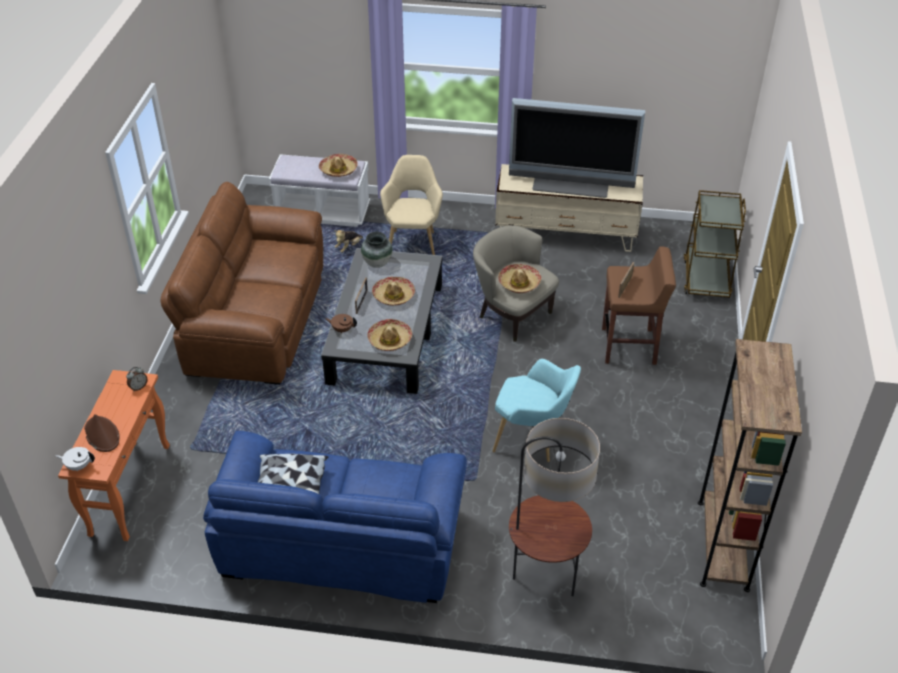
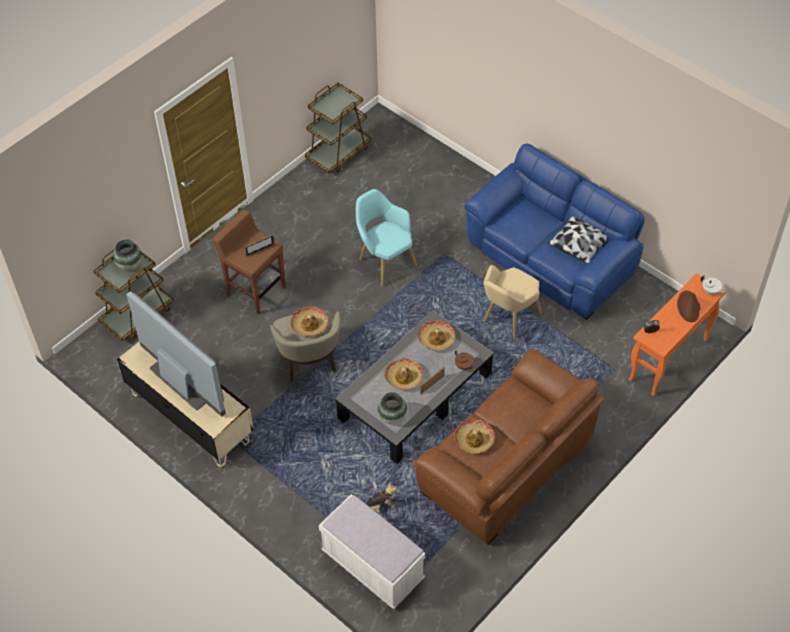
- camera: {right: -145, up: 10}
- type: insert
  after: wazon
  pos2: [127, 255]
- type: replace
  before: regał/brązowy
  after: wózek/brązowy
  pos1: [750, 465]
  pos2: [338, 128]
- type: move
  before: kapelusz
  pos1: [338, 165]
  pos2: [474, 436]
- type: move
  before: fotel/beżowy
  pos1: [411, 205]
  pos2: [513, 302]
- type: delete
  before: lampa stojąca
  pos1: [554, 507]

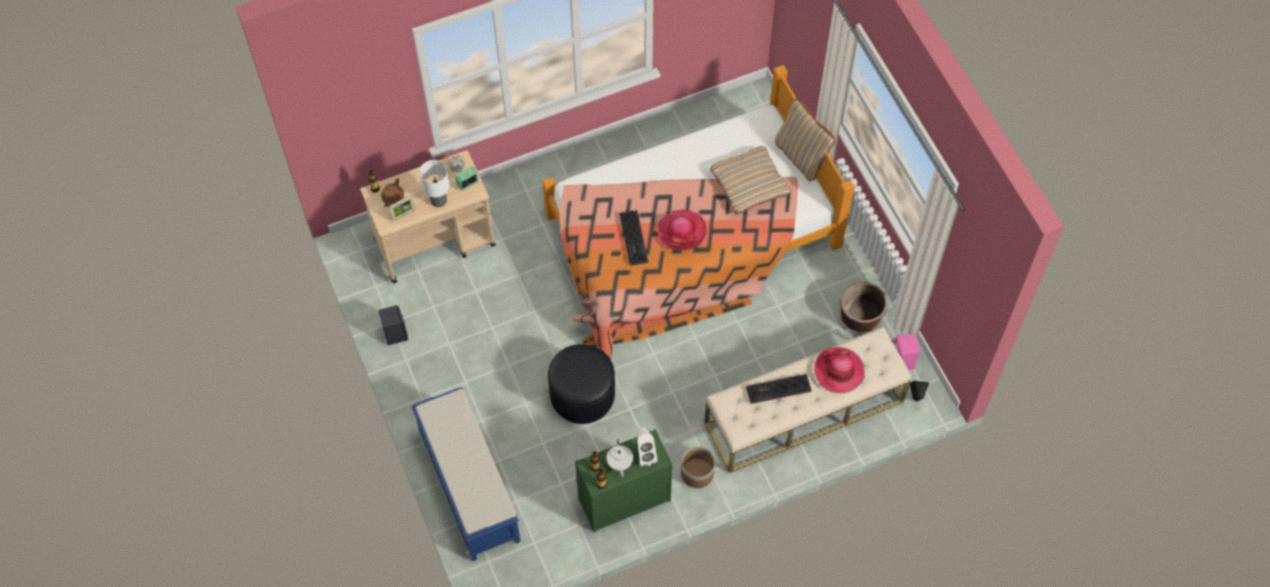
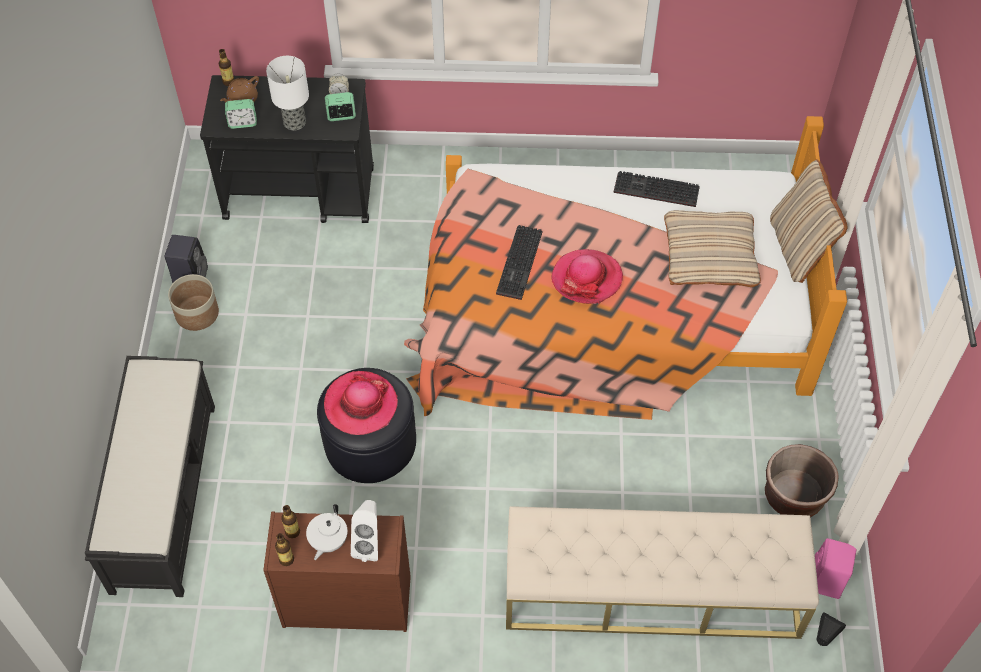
- camera: {right: 25, up: -5}
- type: recolor
  before: ławka/niebieski
  after: ławka/czarny
  pos1: [466, 474]
  pos2: [150, 476]
- type: move
  before: donica
  pos1: [698, 467]
  pos2: [193, 302]
- type: recolor
  before: wózek/beżowy
  after: wózek/czarny
  pos1: [428, 216]
  pos2: [287, 149]
- type: replace
  before: ramka na zdjęcie
  after: budzik
  pos1: [402, 208]
  pos2: [241, 114]
- type: recolor
  before: komoda/zielony
  after: komoda/brązowy
  pos1: [623, 480]
  pos2: [337, 572]
- type: move
  before: kapelusz
  pos1: [839, 370]
  pos2: [361, 403]
- type: move
  before: klawiatura
  pos1: [779, 389]
  pos2: [657, 189]

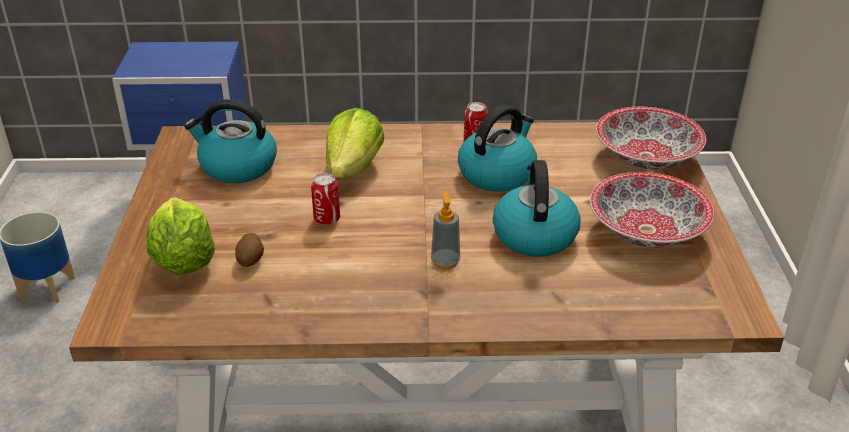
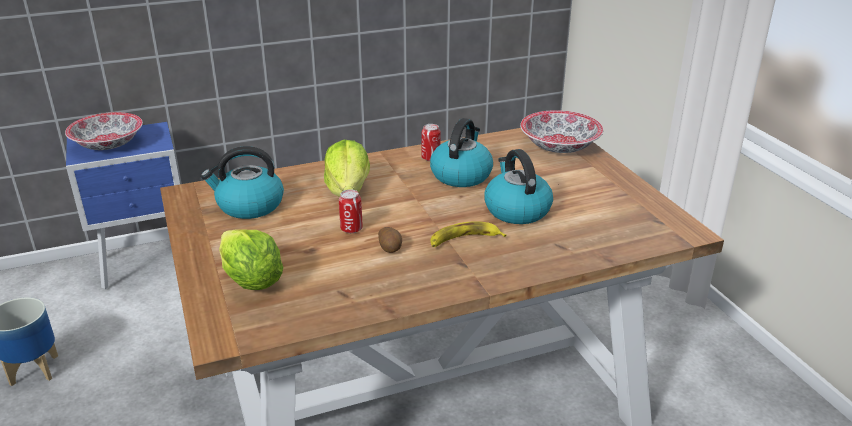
- camera: {right: -20, up: -5}
- type: move
  before: miska
  pos1: [652, 210]
  pos2: [104, 131]
- type: move
  before: ziemniak
  pos1: [249, 250]
  pos2: [390, 240]
- type: replace
  before: dozownik mydła
  after: banan
  pos1: [445, 230]
  pos2: [468, 234]

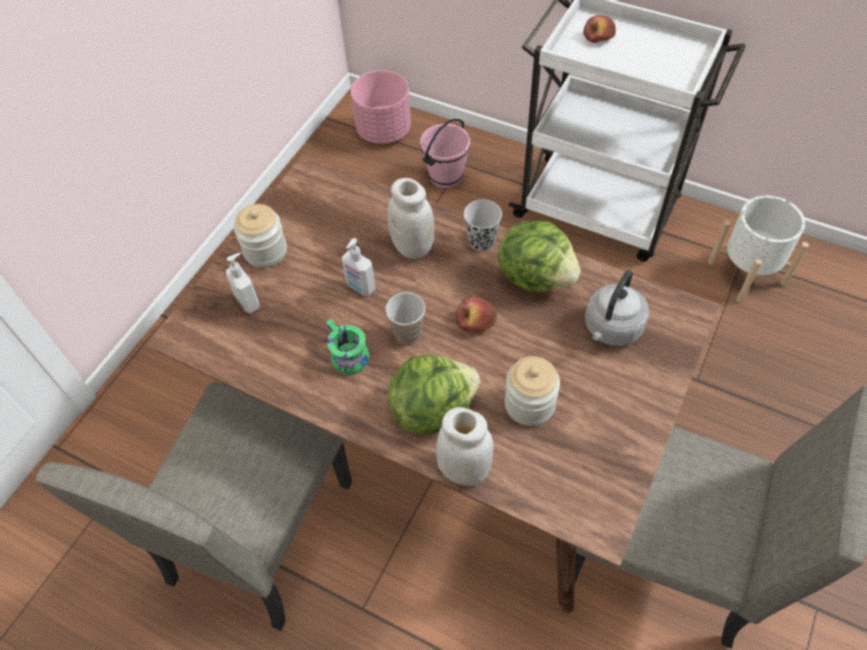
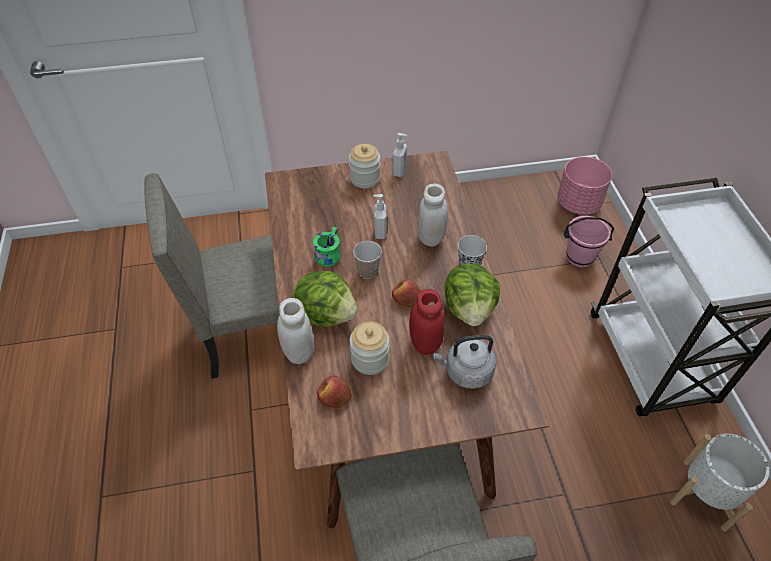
- camera: {right: 50, up: -5}
- type: move
  before: jabłko
  pos1: [599, 29]
  pos2: [334, 392]
- type: move
  before: dozownik mydła
  pos1: [243, 283]
  pos2: [400, 155]
- type: insert
  after: słoik/czerwony
  pos2: [426, 322]

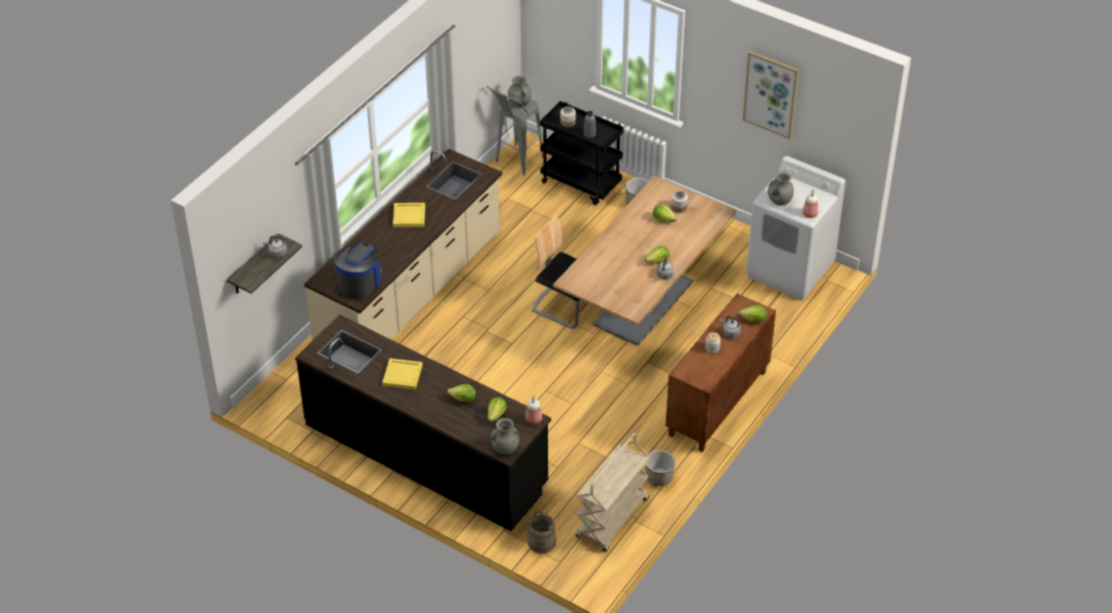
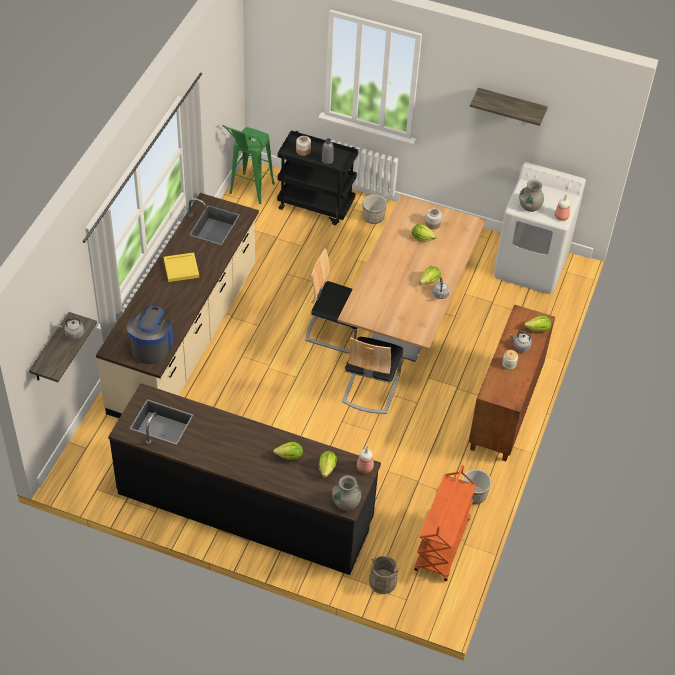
- camera: {right: -15, up: 5}
- type: recolor
  before: stołek/szary
  after: stołek/zielony
  pos1: [515, 130]
  pos2: [249, 164]
- type: insert
  after: krzesło
  pos2: [372, 375]
- type: recolor
  before: wózek/beżowy
  after: wózek/pomarańczowy
  pos1: [612, 492]
  pos2: [445, 523]
- type: replace
  before: obraz
  after: półka
  pos1: [771, 95]
  pos2: [509, 107]
- type: delete
  before: taca/żółty
  pos1: [402, 374]
- type: delete
  before: wazon/szary
  pos1: [519, 91]

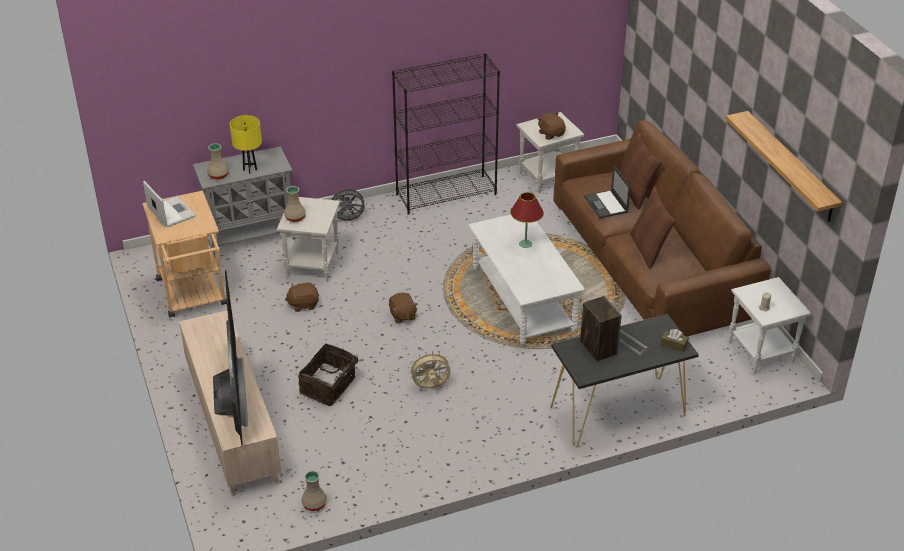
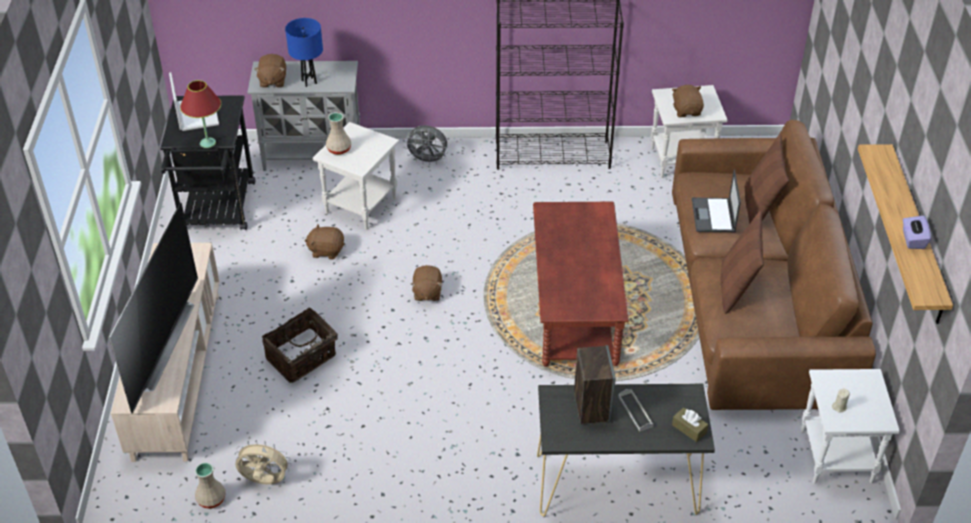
- camera: {right: 20, up: 5}
- type: recolor
  before: wózek/beżowy
  after: wózek/czarny
  pos1: [184, 254]
  pos2: [207, 162]
- type: move
  before: lampa stołowa/czerwony
  pos1: [527, 220]
  pos2: [200, 114]
- type: move
  before: wentylator/beżowy
  pos1: [429, 370]
  pos2: [263, 462]
- type: replace
  before: wazon/beżowy
  after: pluszak/brązowy
  pos1: [218, 161]
  pos2: [270, 71]
- type: recolor
  before: lampa stołowa/żółty
  after: lampa stołowa/niebieski
  pos1: [246, 144]
  pos2: [304, 52]
- type: recolor
  before: ława/biały
  after: ława/brązowy
  pos1: [526, 280]
  pos2: [581, 284]
- type: insert
  after: pudełko chusteczek/fioletowy
  pos2: [917, 232]

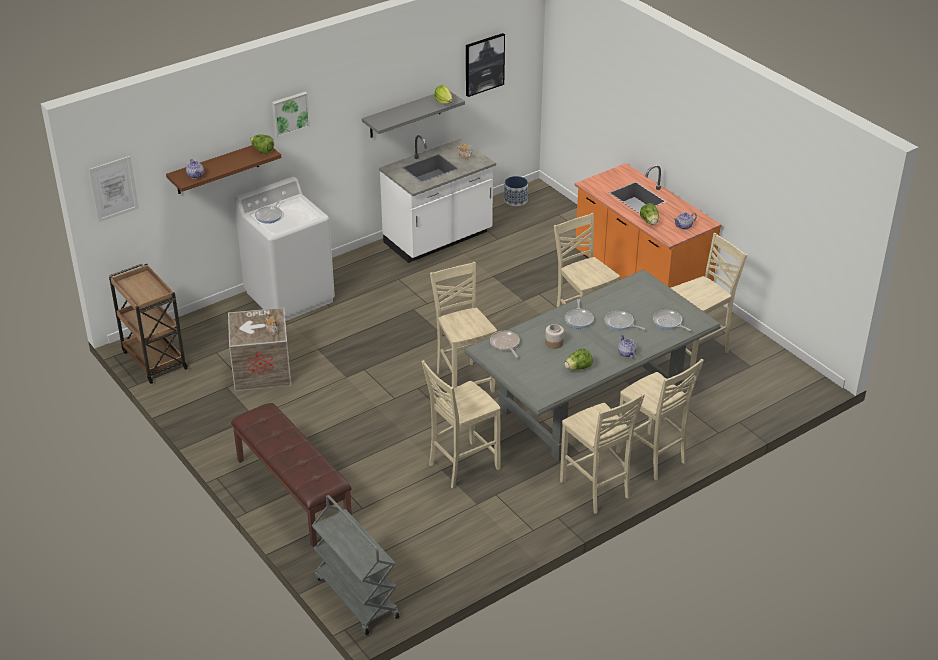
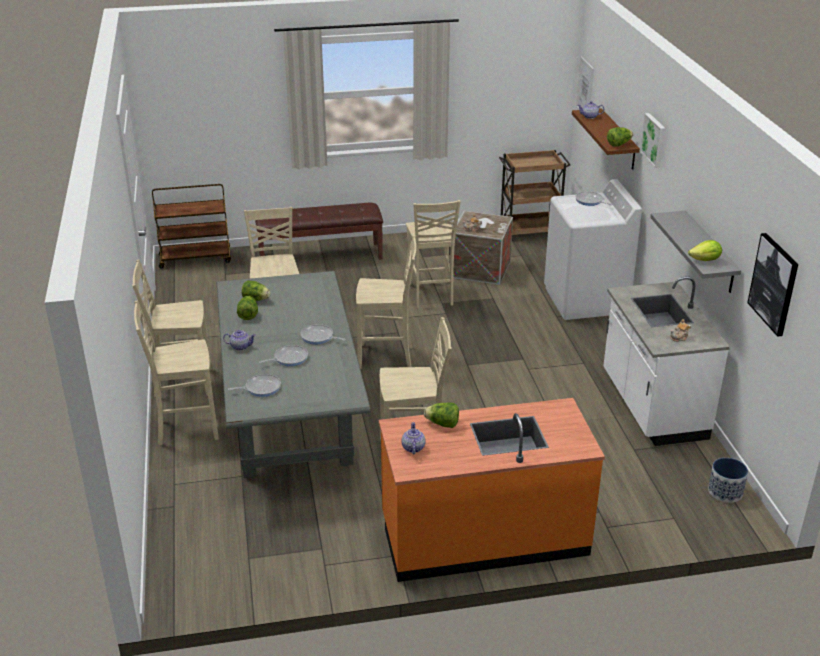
- camera: {right: 115, up: -5}
- type: recolor
  before: wózek/szary
  after: wózek/brązowy
  pos1: [356, 565]
  pos2: [191, 226]
- type: insert
  after: sałata
  pos2: [256, 290]
- type: move
  before: krzesło/beżowy
  pos1: [709, 300]
  pos2: [433, 254]
- type: delete
  before: patelnia
  pos1: [505, 344]
- type: delete
  before: słoik
  pos1: [554, 336]

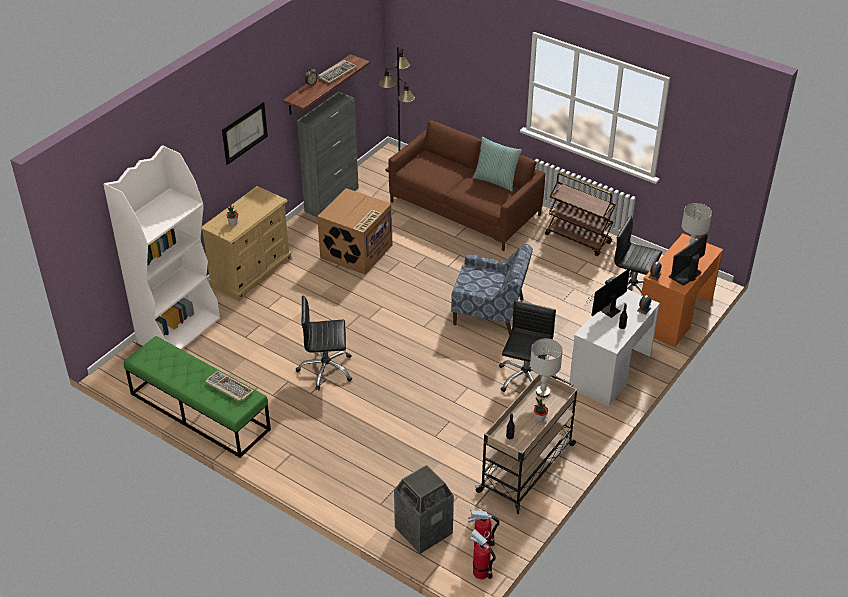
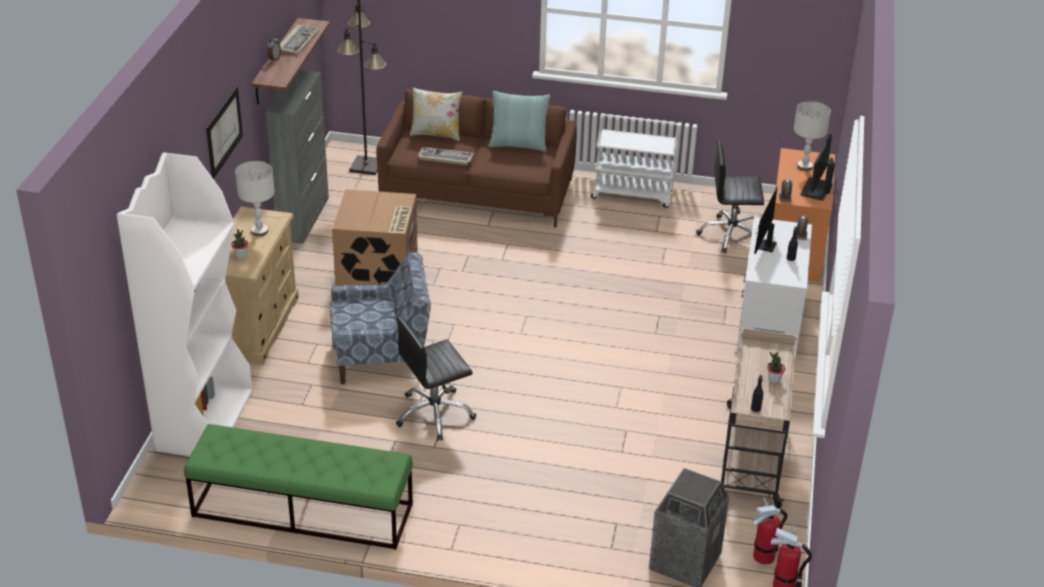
- camera: {right: -25, up: -5}
- type: move
  before: lampa stołowa/szary
  pos1: [546, 368]
  pos2: [255, 198]
- type: move
  before: fotel/niebieski
  pos1: [492, 289]
  pos2: [380, 318]
- type: insert
  after: poduszka
  pos2: [436, 114]
- type: move
  before: klawiatura
  pos1: [229, 386]
  pos2: [446, 156]
- type: recolor
  before: wózek/brązowy
  after: wózek/biały
  pos1: [580, 214]
  pos2: [634, 161]
- type: delete
  before: krzesło biurowe/czarny
  pos1: [527, 346]

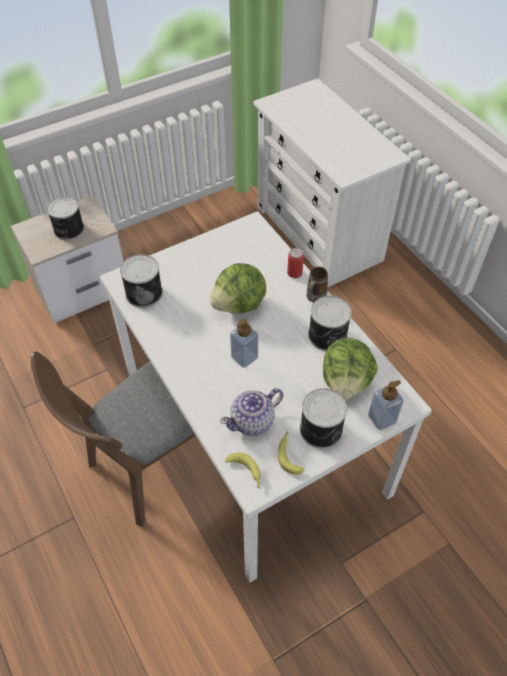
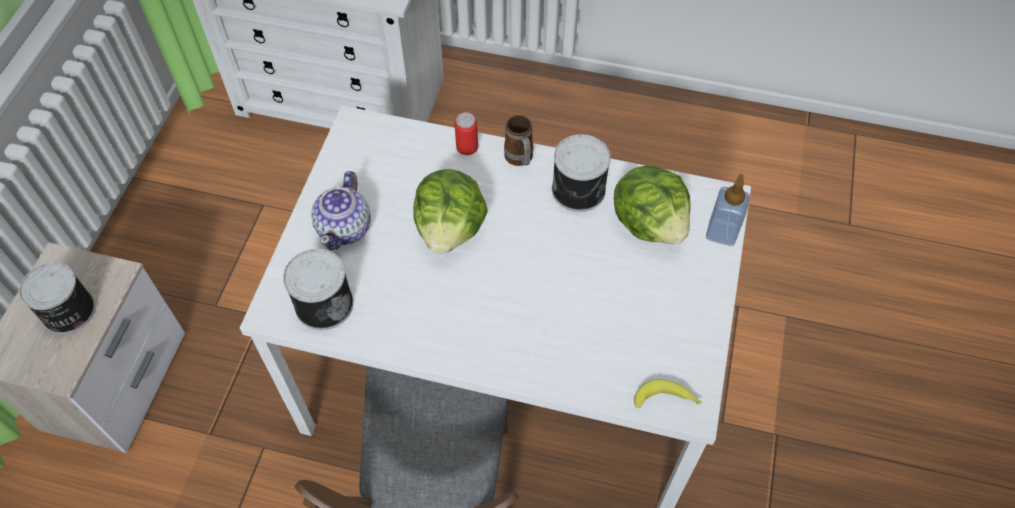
- camera: {right: -45, up: 5}
- type: move
  before: imbryk
  pos1: [251, 412]
  pos2: [341, 211]
- type: delete
  before: dozownik mydła
  pos1: [244, 343]
- type: delete
  before: banan
  pos1: [291, 453]
- type: delete
  before: puszka
  pos1: [323, 418]

